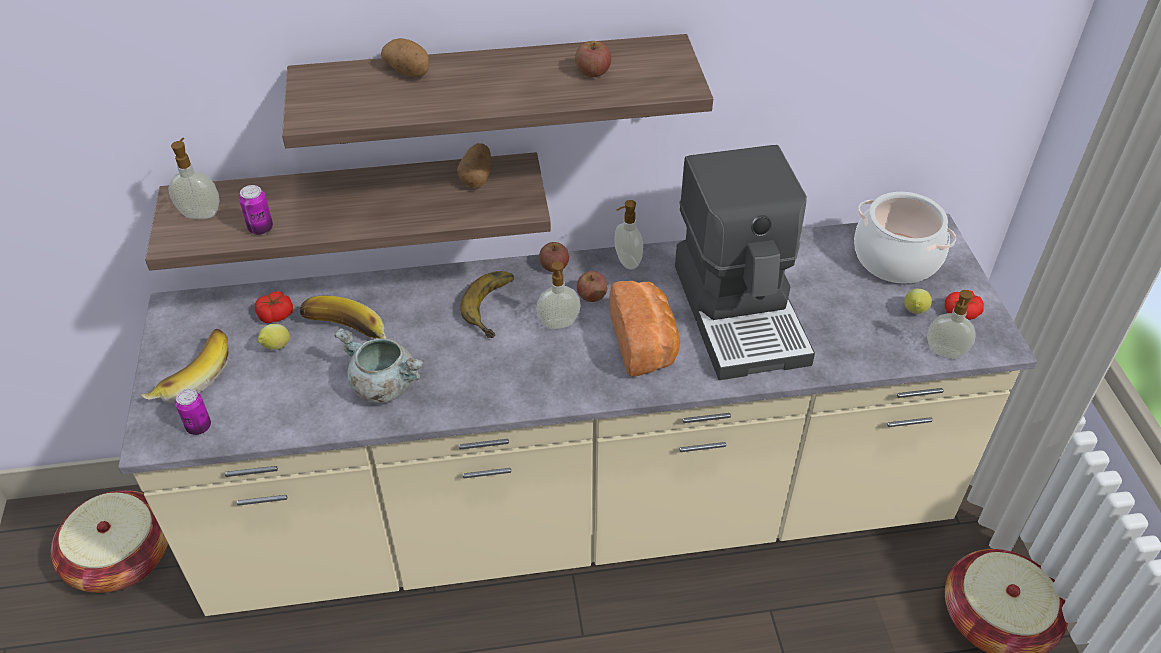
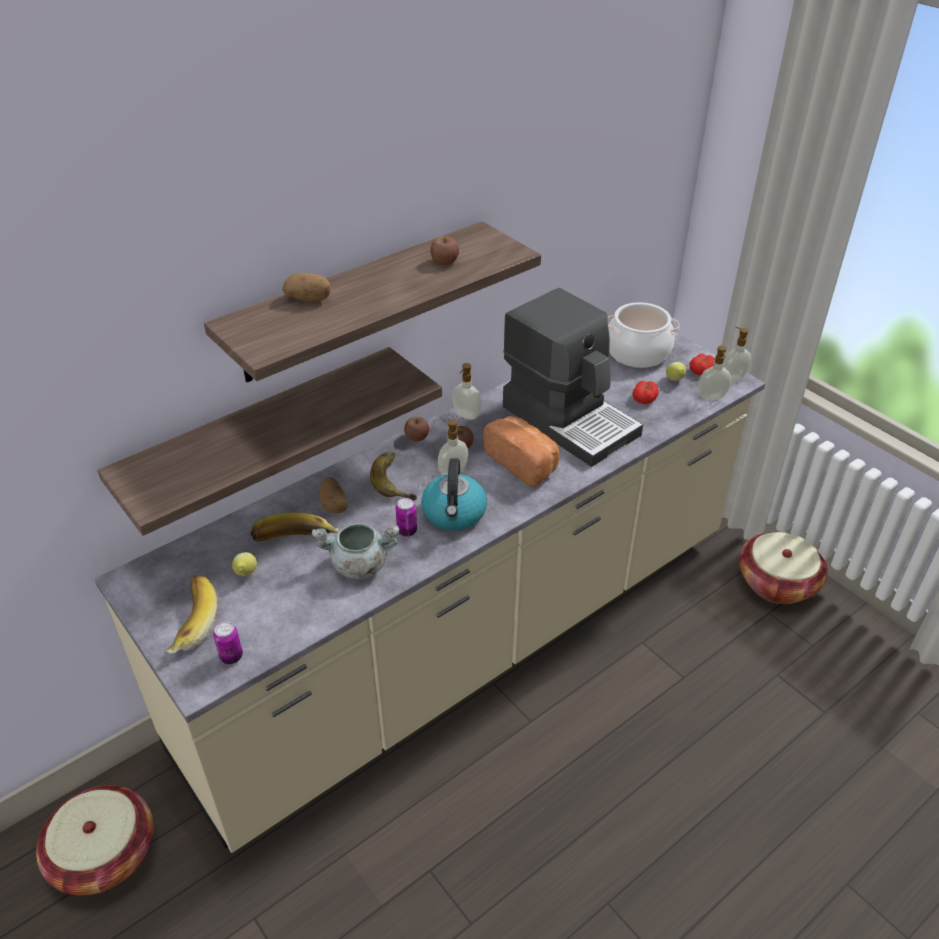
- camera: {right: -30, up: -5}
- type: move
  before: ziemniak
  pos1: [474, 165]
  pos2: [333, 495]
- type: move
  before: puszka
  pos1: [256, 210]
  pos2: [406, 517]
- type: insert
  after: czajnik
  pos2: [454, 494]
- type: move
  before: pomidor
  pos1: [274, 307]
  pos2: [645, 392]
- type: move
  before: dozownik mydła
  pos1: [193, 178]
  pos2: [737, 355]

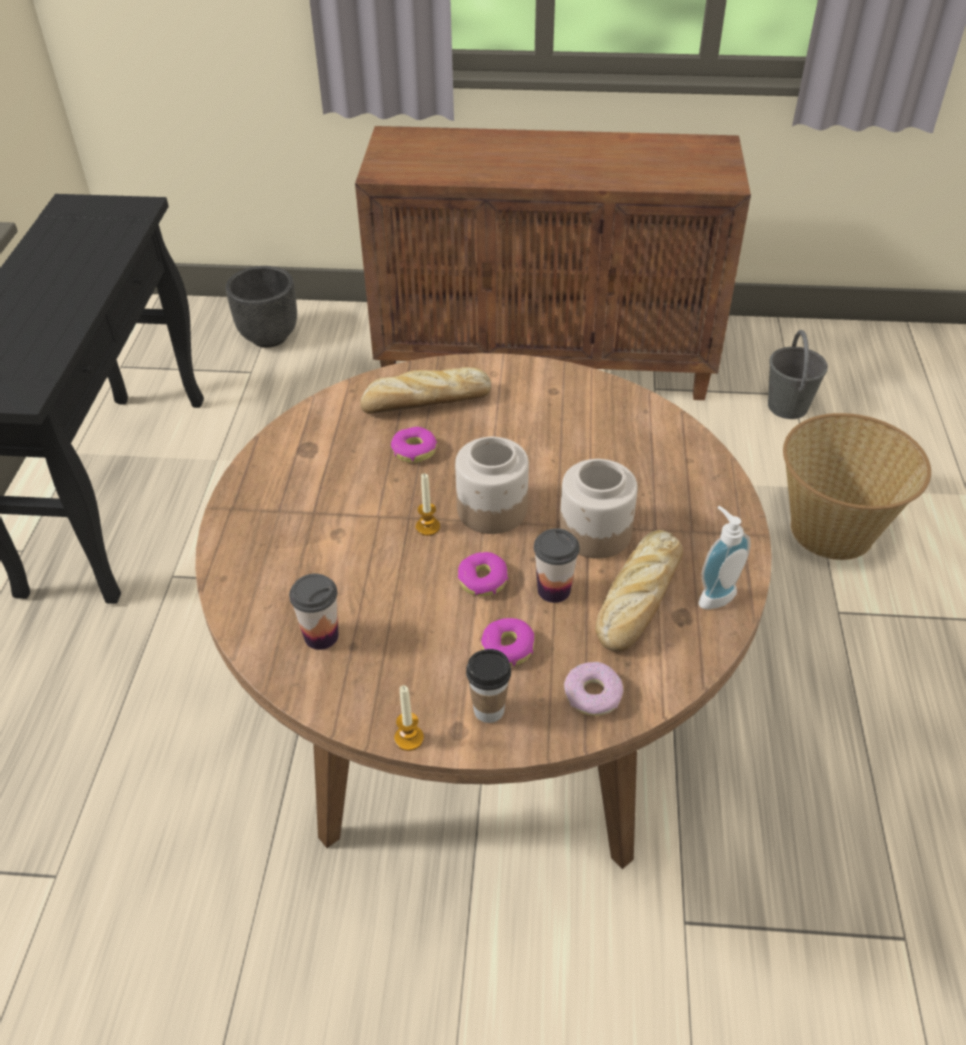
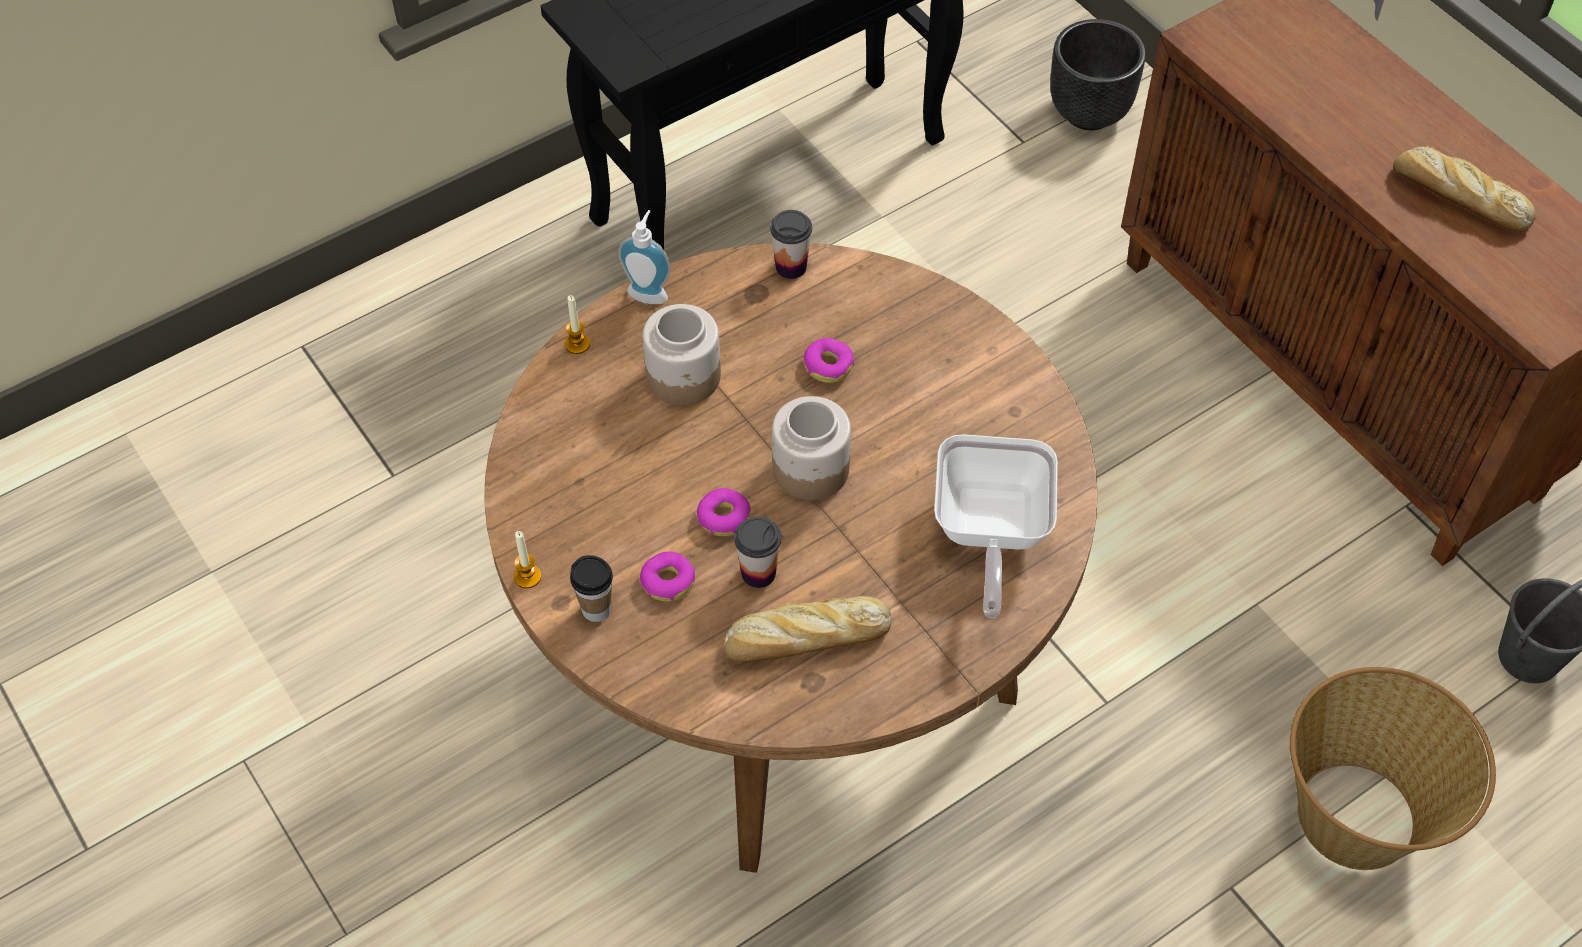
- camera: {right: 50, up: 10}
- type: move
  before: świeca
  pos1: [428, 504]
  pos2: [577, 324]
- type: move
  before: dozownik mydła
  pos1: [725, 557]
  pos2: [644, 257]
- type: move
  before: słoik
  pos1: [598, 509]
  pos2: [682, 354]
- type: move
  before: filiżanka
  pos1: [314, 612]
  pos2: [791, 244]
- type: insert
  after: patelnia
  pos2: [996, 526]
- type: move
  before: chleb
  pos1: [425, 390]
  pos2: [1464, 189]
- type: delete
  before: donut
  pos1: [594, 689]

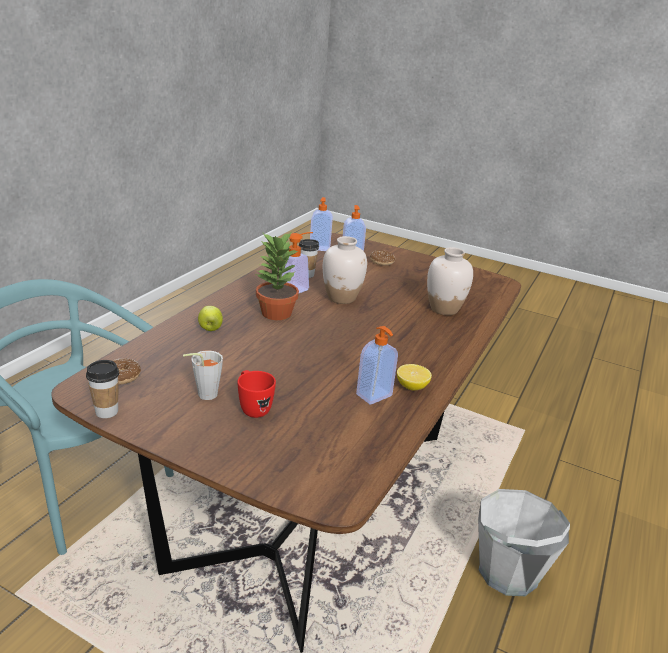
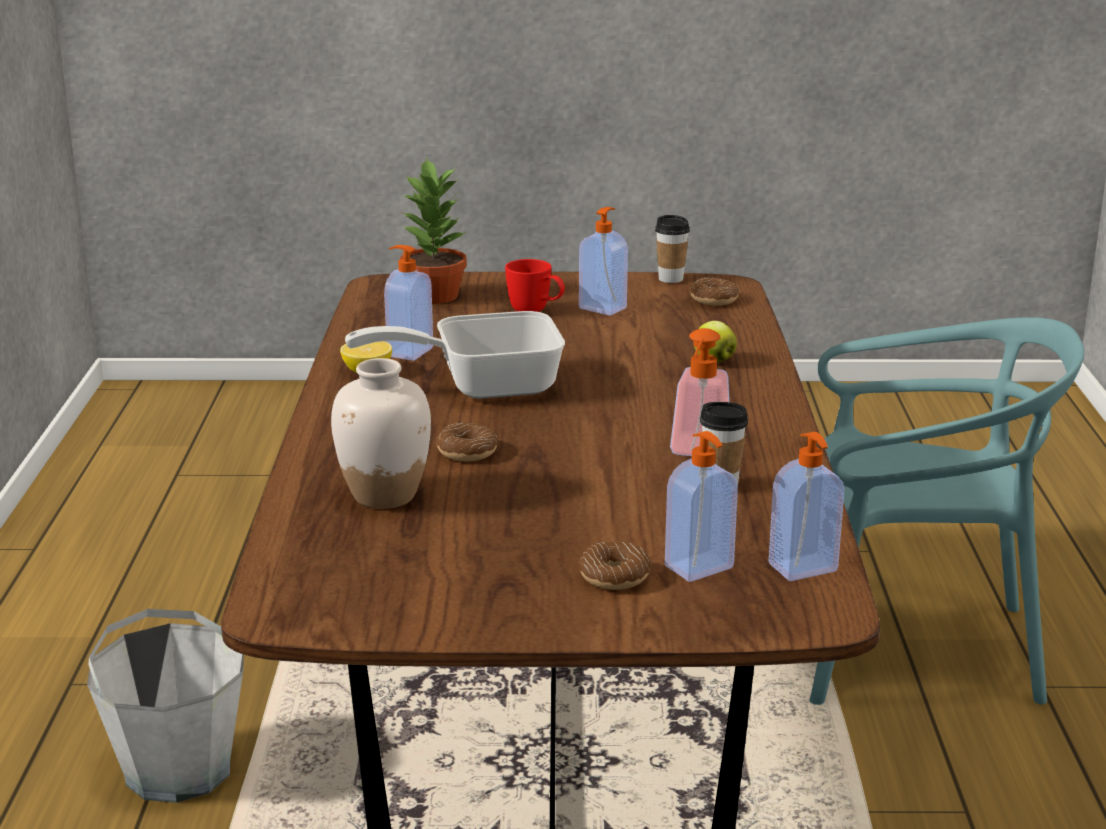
- camera: {right: 155, up: -5}
- type: insert
  after: patelnia
  pos2: [455, 355]
- type: move
  before: roślina doniczkowa
  pos1: [277, 276]
  pos2: [433, 231]
- type: insert
  after: donut
  pos2: [467, 442]
- type: replace
  before: filiżanka/szary
  after: dozownik mydła
  pos1: [203, 375]
  pos2: [603, 261]
- type: delete
  before: wazon/biały
  pos1: [345, 270]

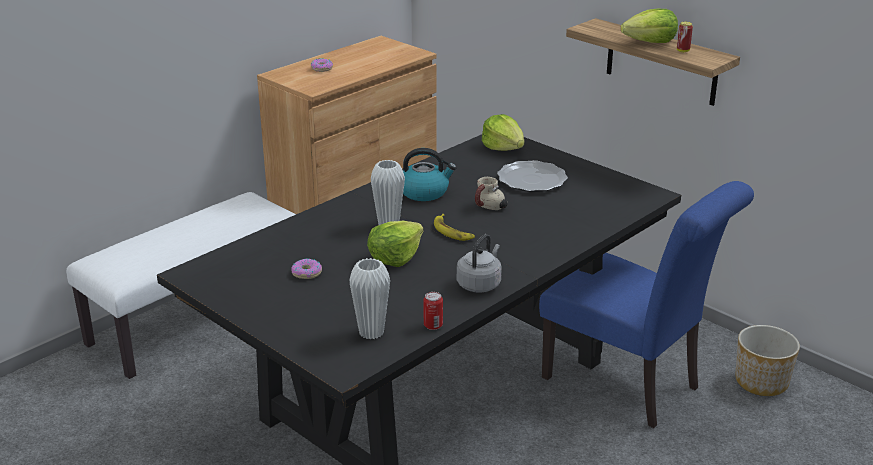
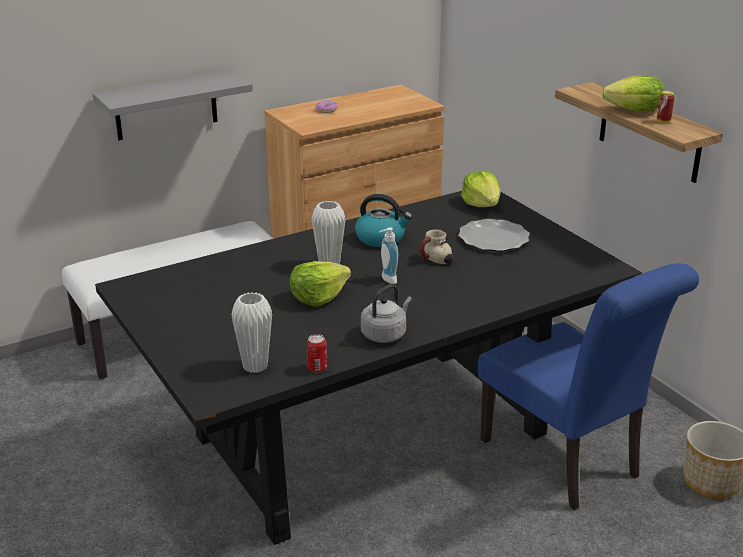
- camera: {right: 15, up: 0}
- type: insert
  after: półka/szary
  pos2: [173, 105]
- type: replace
  before: banan
  after: dozownik mydła
  pos1: [454, 227]
  pos2: [388, 255]
- type: delete
  before: donut
  pos1: [306, 268]

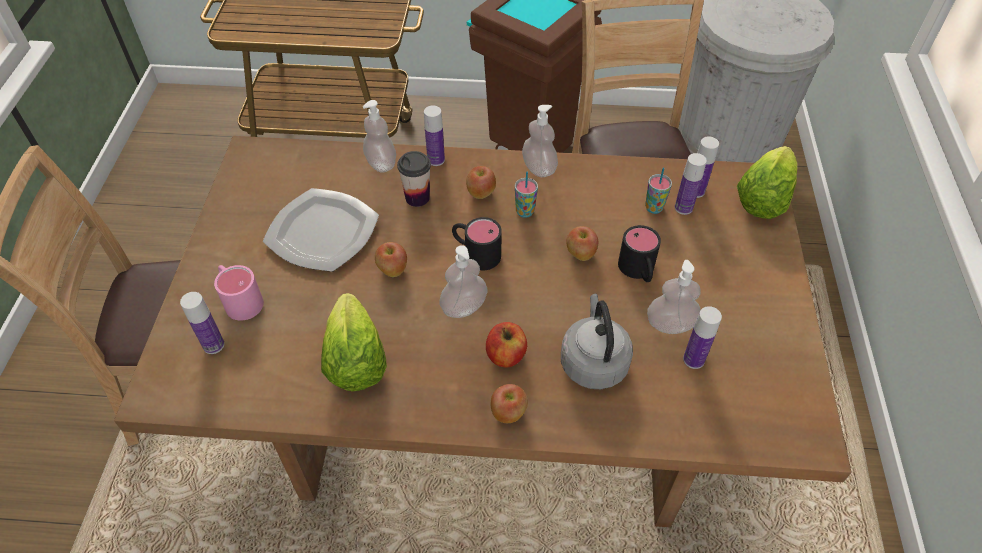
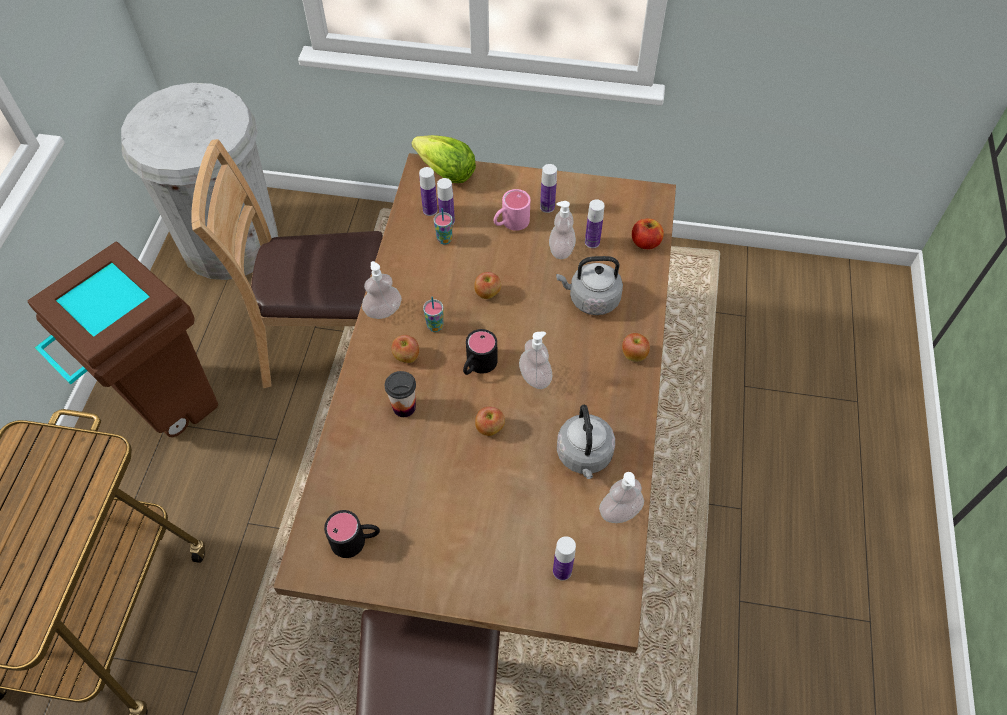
- camera: {right: -85, up: 5}
- type: move
  before: kubek/czarny
  pos1: [639, 253]
  pos2: [352, 534]
- type: move
  before: kubek/różowy
  pos1: [239, 293]
  pos2: [512, 210]
- type: move
  before: butelka
  pos1: [434, 135]
  pos2: [548, 188]
- type: replace
  before: sałata
  after: czajnik/szary
  pos1: [354, 342]
  pos2: [586, 442]
- type: move
  before: dozownik mydła
  pos1: [379, 136]
  pos2: [621, 497]
- type: move
  before: jabłko
  pos1: [506, 345]
  pos2: [648, 234]
- type: delete
  before: talerz
  pos1: [321, 230]

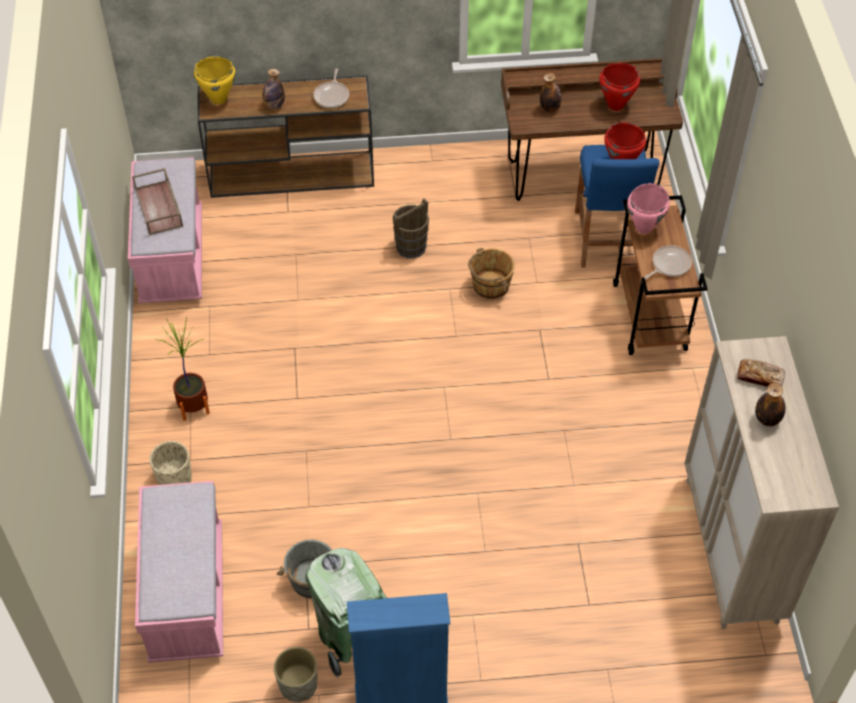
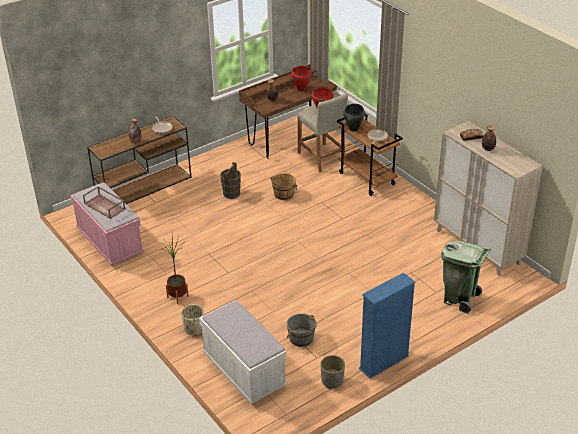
- camera: {right: -30, up: -15}
- type: recolor
  before: ławka/różowy
  after: ławka/biały
  pos1: [179, 572]
  pos2: [243, 352]
- type: recolor
  before: stołek/niebieski
  after: stołek/beżowy
  pos1: [617, 206]
  pos2: [322, 133]
- type: recolor
  before: garnek/różowy
  after: garnek/czarny
  pos1: [648, 208]
  pos2: [354, 117]
- type: move
  before: kosz na śmieci/zielony
  pos1: [346, 613]
  pos2: [466, 277]
- type: delete
  before: garnek/żółty
  pos1: [215, 81]

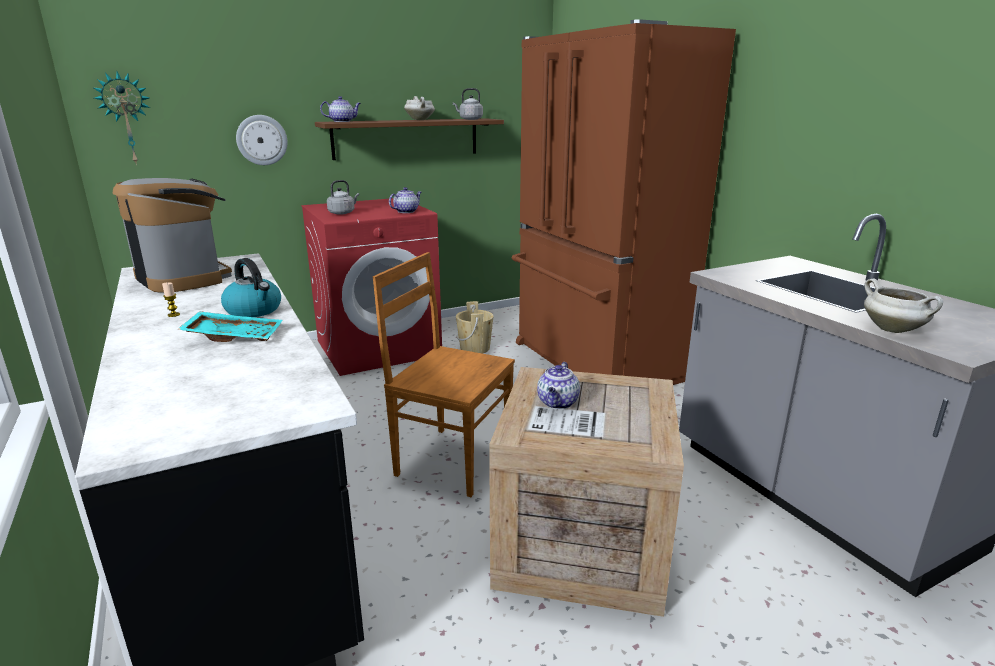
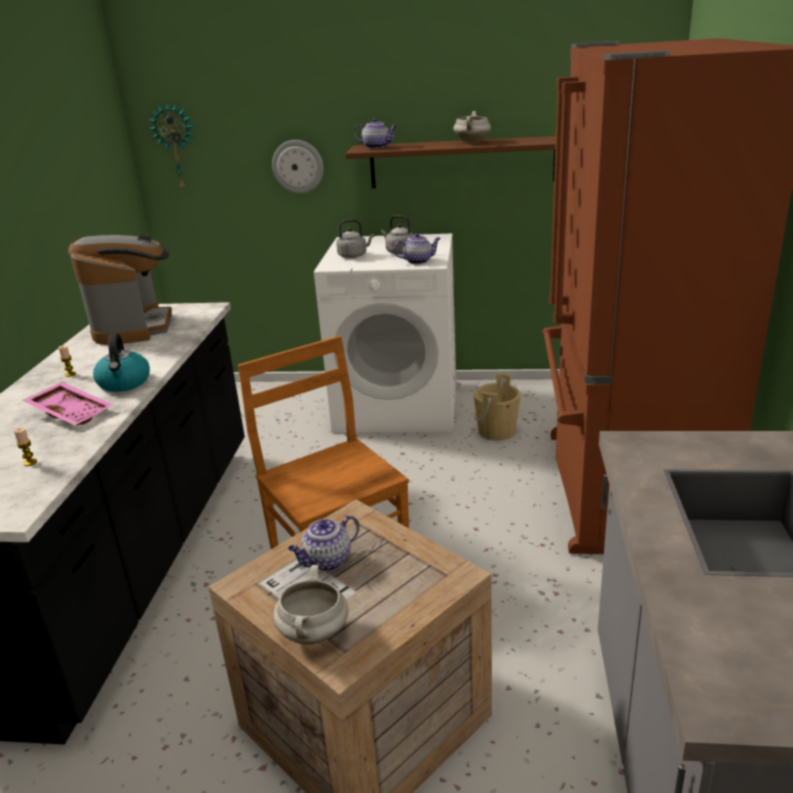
- camera: {right: 35, up: 5}
- type: insert
  after: świeca
  pos2: [25, 447]
- type: recolor
  before: taca/turkusowy
  after: taca/różowy
  pos1: [230, 326]
  pos2: [68, 404]
- type: move
  before: garnek/biały
  pos1: [903, 305]
  pos2: [311, 605]
- type: recolor
  before: pralka/czerwony
  after: pralka/biały
  pos1: [371, 287]
  pos2: [385, 333]
- type: move
  before: czajnik/szary
  pos1: [468, 104]
  pos2: [397, 234]

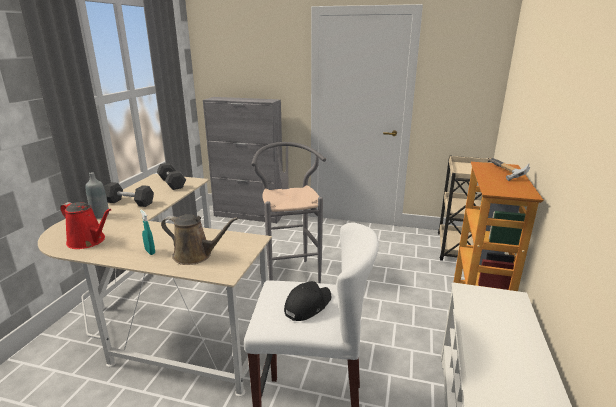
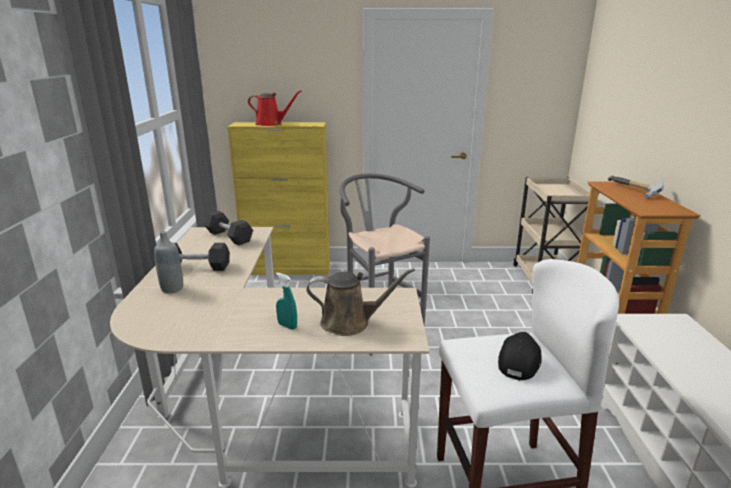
- camera: {right: -15, up: 0}
- type: recolor
  before: szafka/szary
  after: szafka/żółty
  pos1: [243, 160]
  pos2: [278, 198]
- type: move
  before: konewka/czerwony
  pos1: [86, 225]
  pos2: [275, 108]

